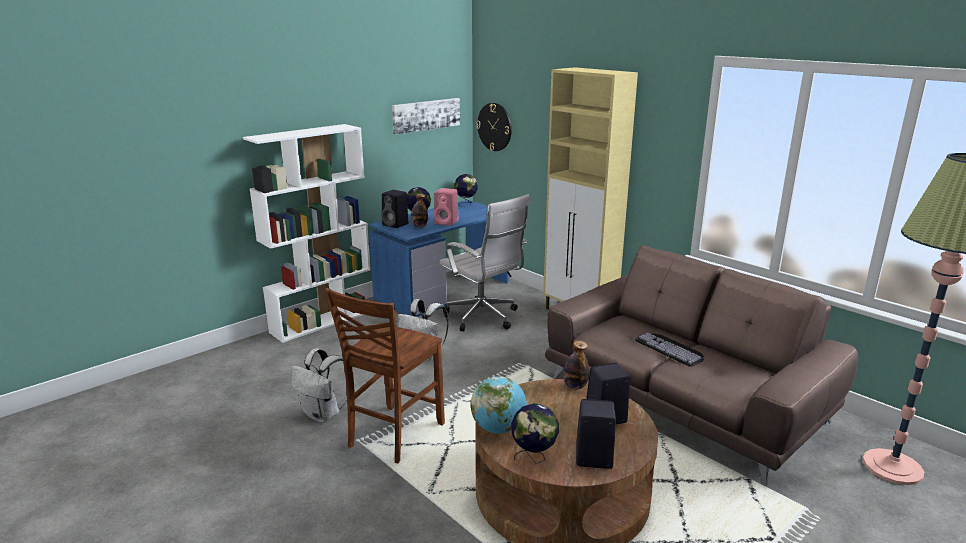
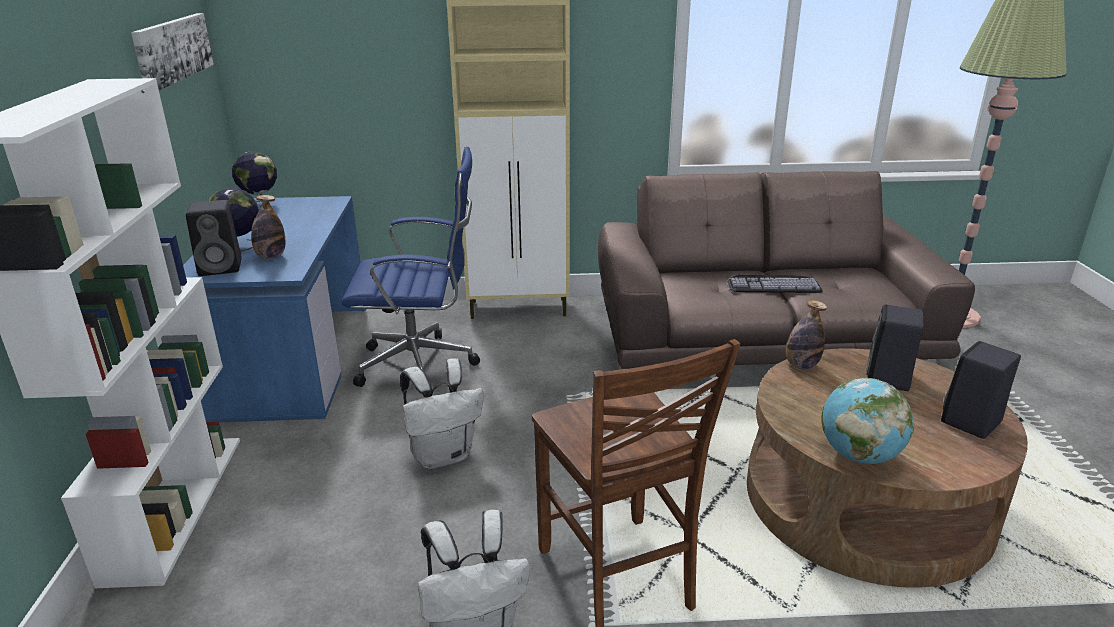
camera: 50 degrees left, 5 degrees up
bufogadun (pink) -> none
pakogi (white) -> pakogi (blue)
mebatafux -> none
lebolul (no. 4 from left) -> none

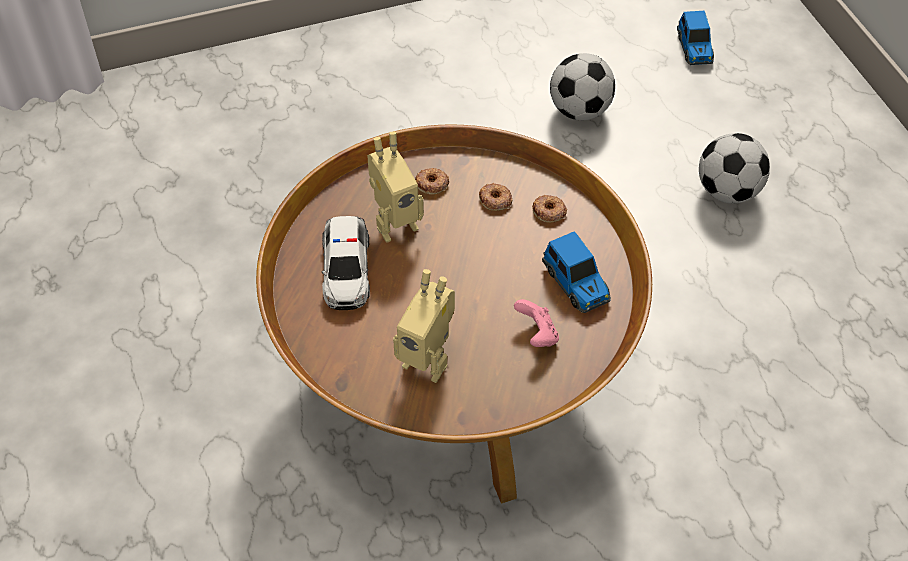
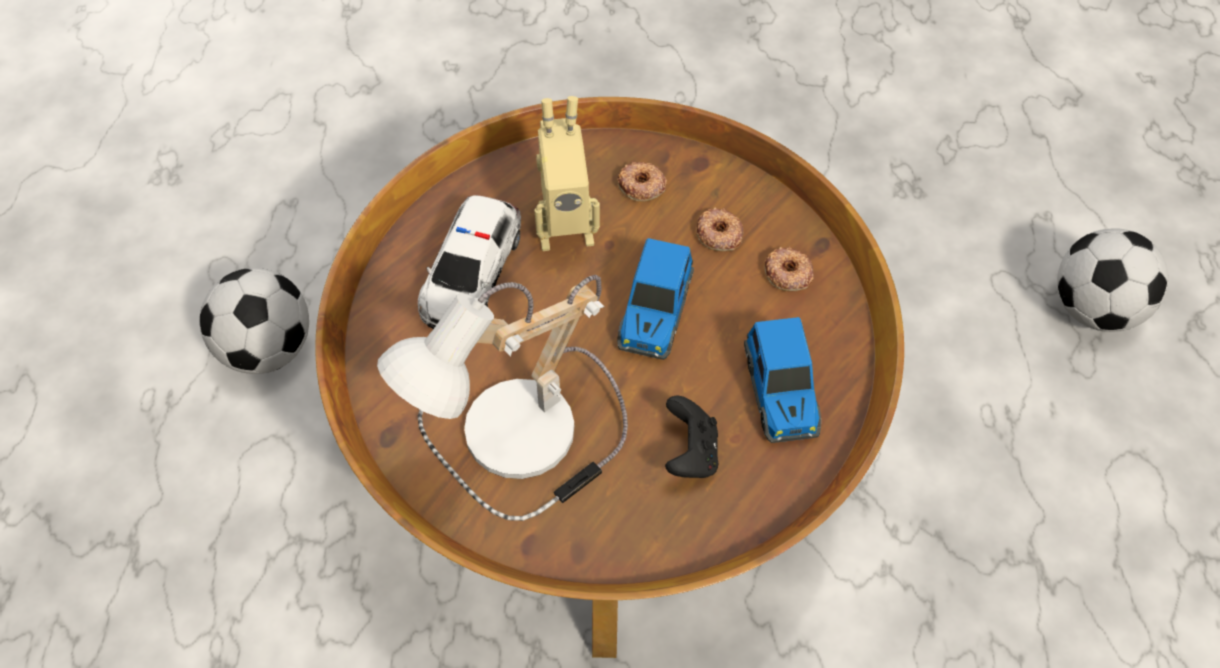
camera: 20 degrees right, 5 degrees up
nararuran (no. 2 from left) -> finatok
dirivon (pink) -> dirivon (black)
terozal (no. 1 from left), shifted
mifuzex (no. 3 from left in the first image) -> mifuzex (no. 2 from left), shifted

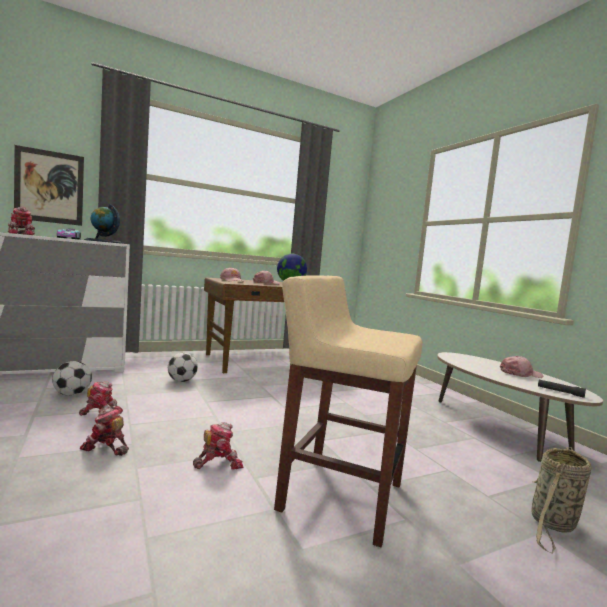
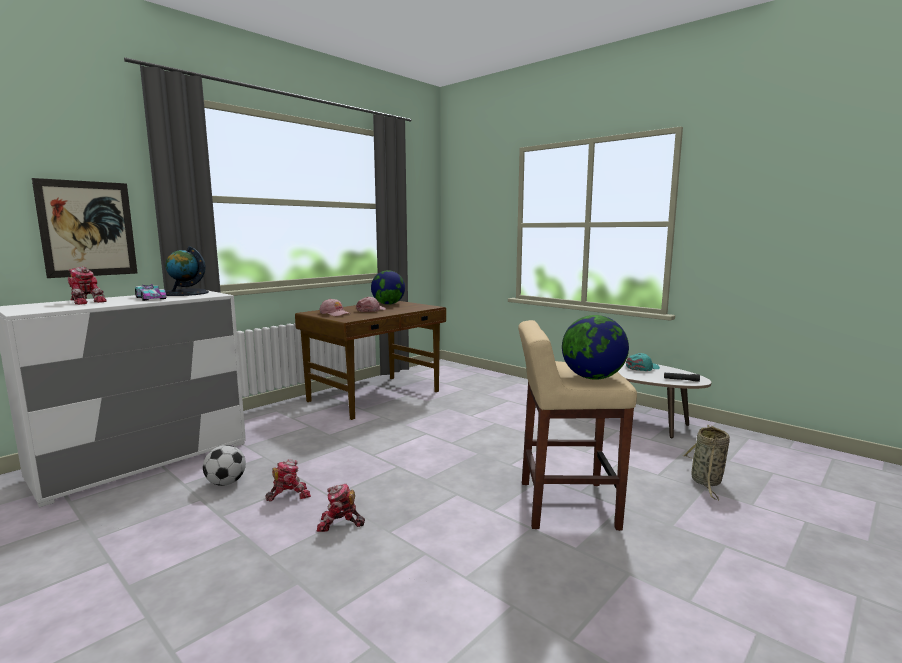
camera: 20 degrees left, 5 degrees up
terozal (no. 2 from left) -> none
nararuran (no. 4 from left) -> none
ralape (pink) (no. 3 from left) -> ralape (turquoise)
none -> lebolul (no. 3 from left)

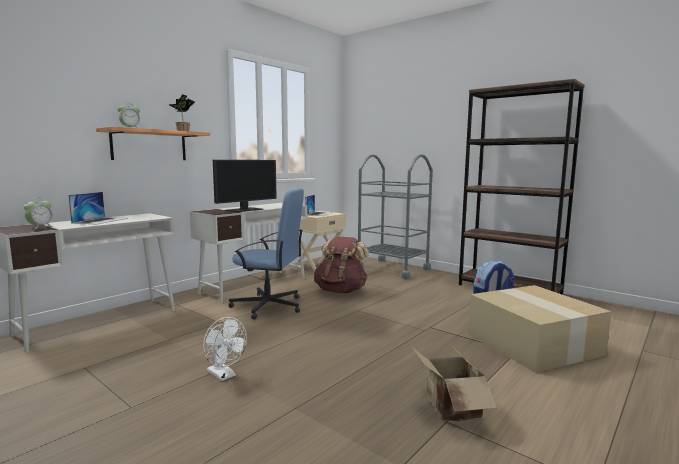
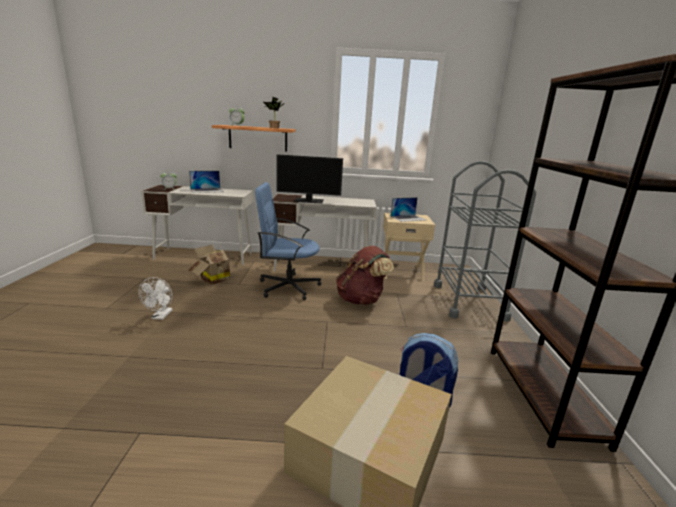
camera: 50 degrees right, 10 degrees up
pakogi (blue), 120 degrees clockwise
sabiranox (no. 1 from left), shifted

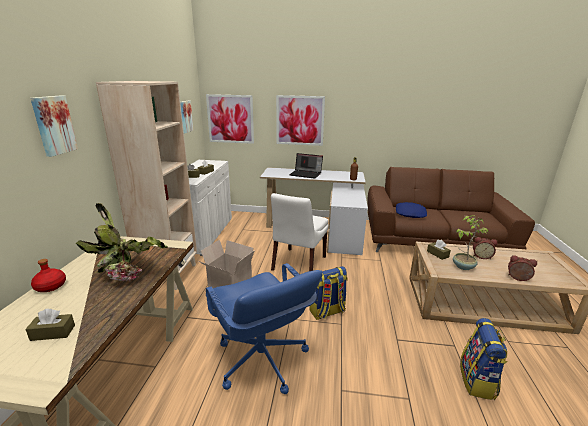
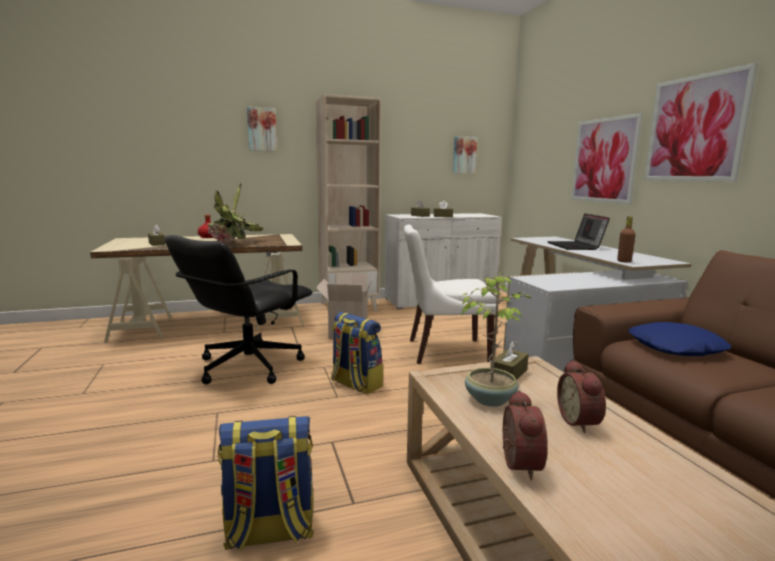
camera: 65 degrees right, 10 degrees down
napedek (no. 3 from left in the first image) -> napedek (no. 4 from left), shifted
pakogi (blue) -> pakogi (black)

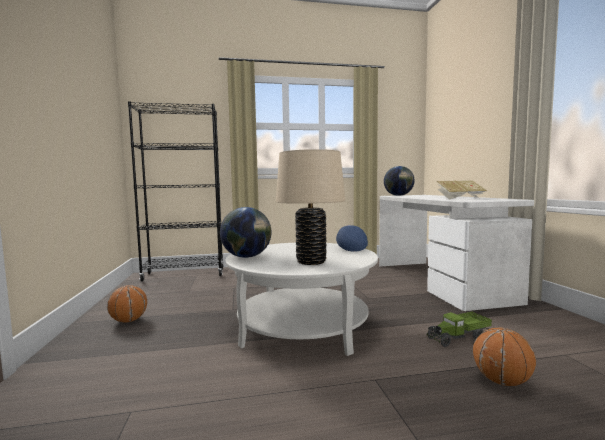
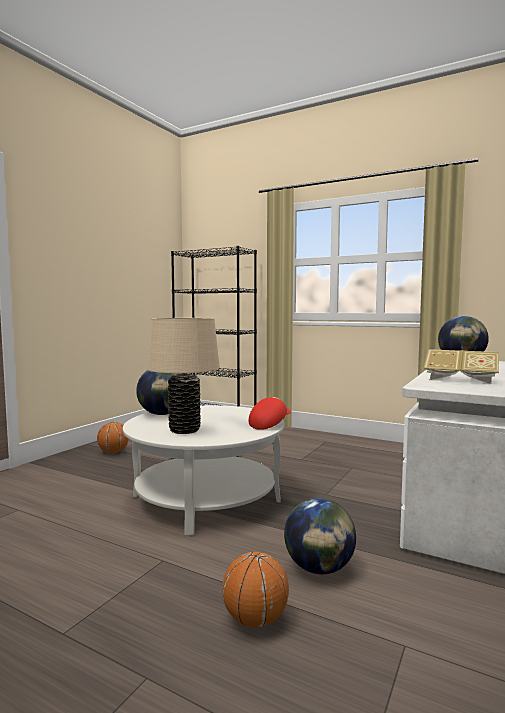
camera: 40 degrees right, 0 degrees up
ralape (blue) -> ralape (red)
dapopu -> lebolul (no. 2 from left)

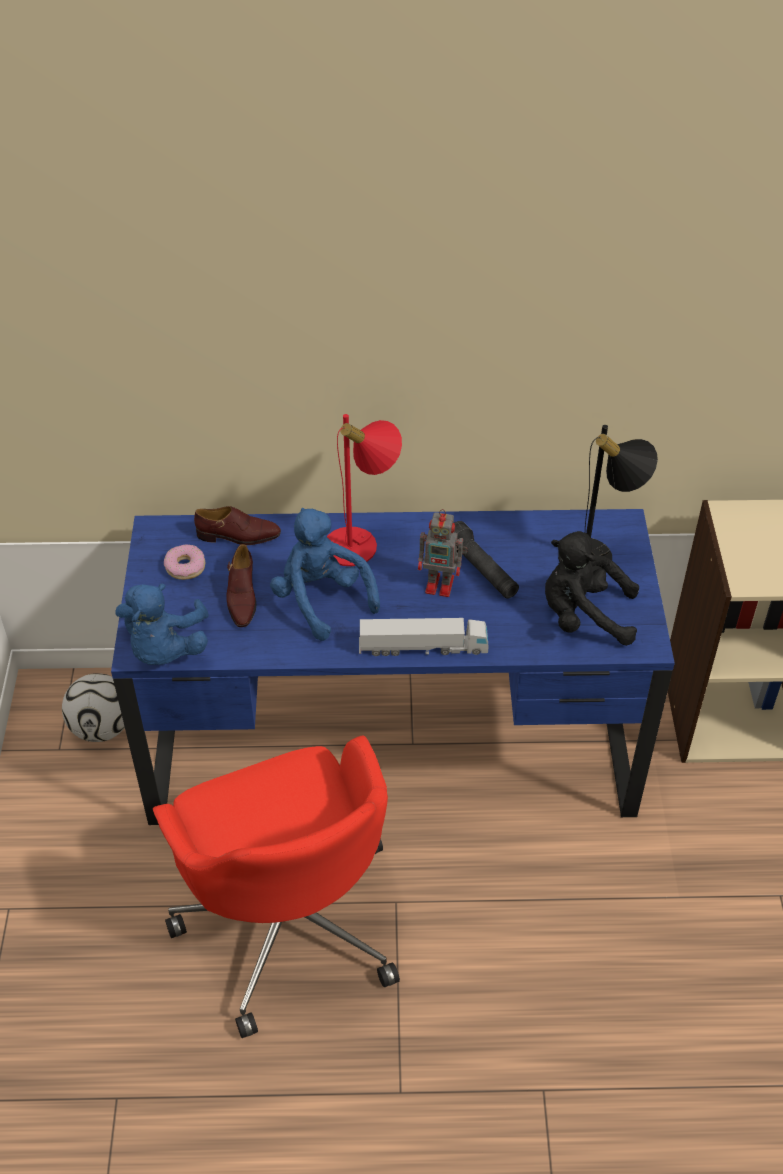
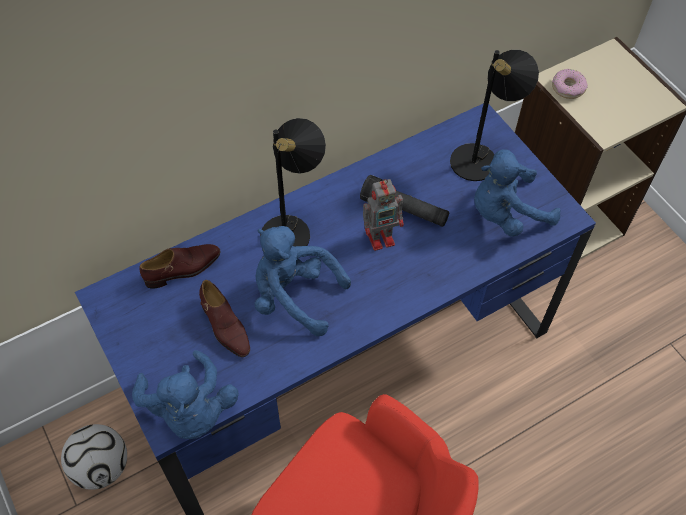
camera: 30 degrees left, 10 degrees up
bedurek, shifted
finatok (red) -> finatok (black) (no. 1 from left)
dapopu -> none
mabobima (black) -> mabobima (blue) (no. 3 from left)

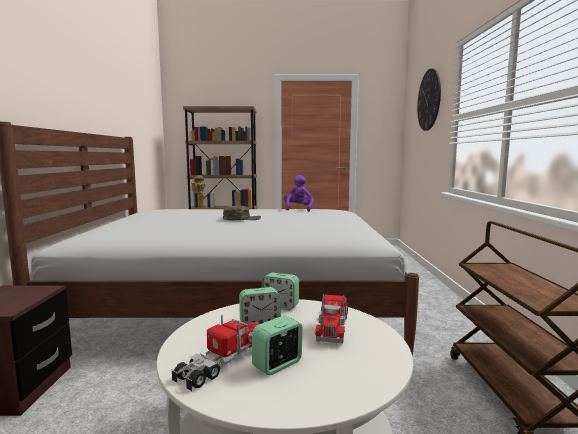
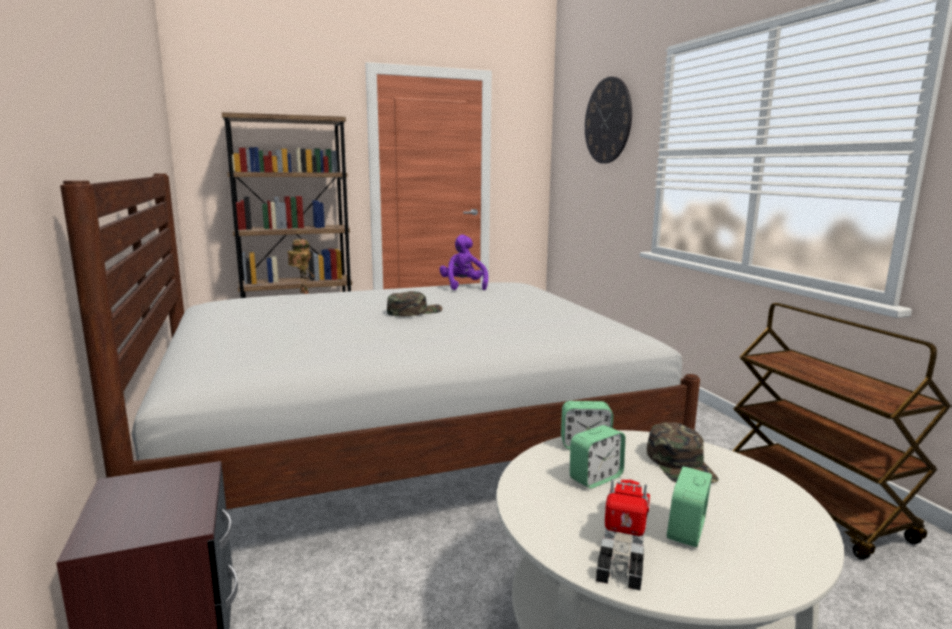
camera: 20 degrees left, 5 degrees up
dapopu (no. 2 from left) -> ralape (green) (no. 2 from left)

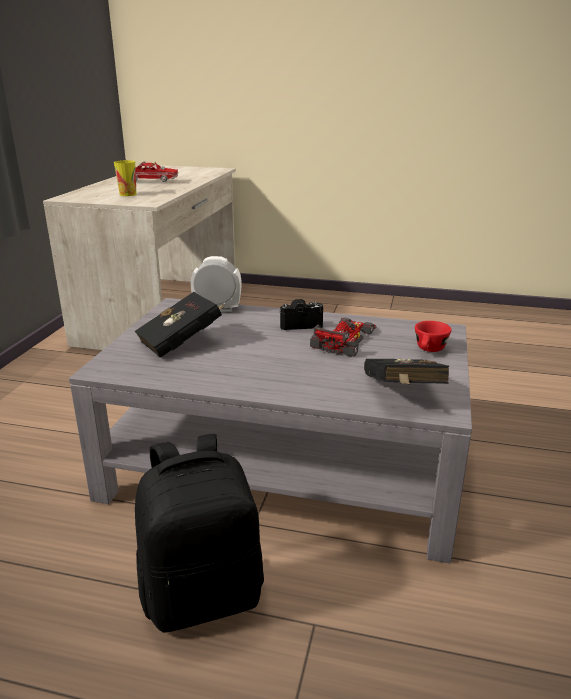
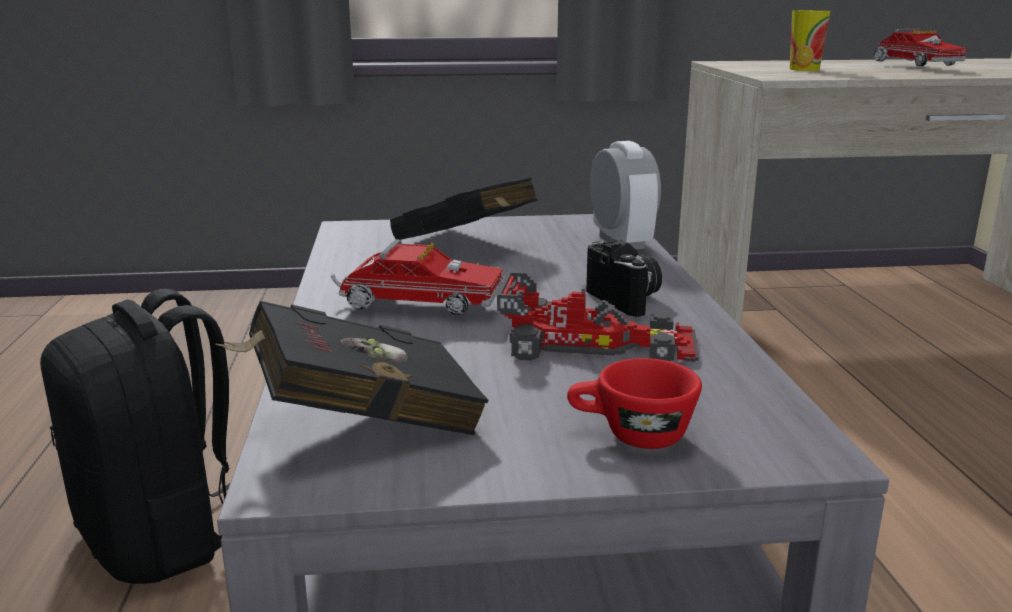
camera: 70 degrees right, 5 degrees down
none -> dapopu (no. 1 from left)

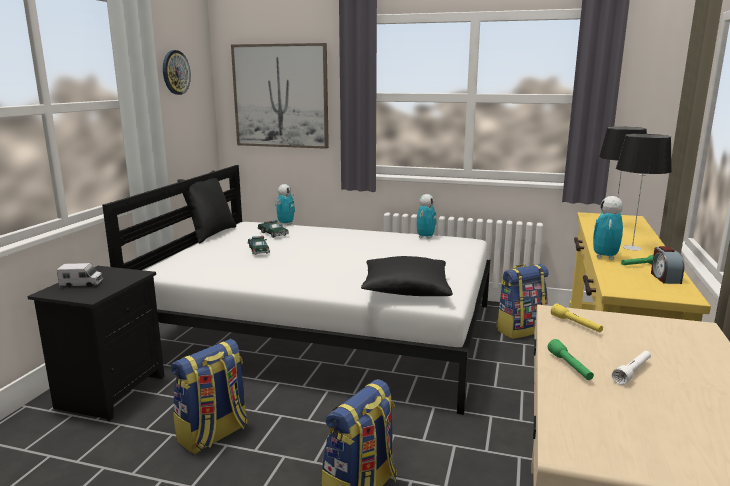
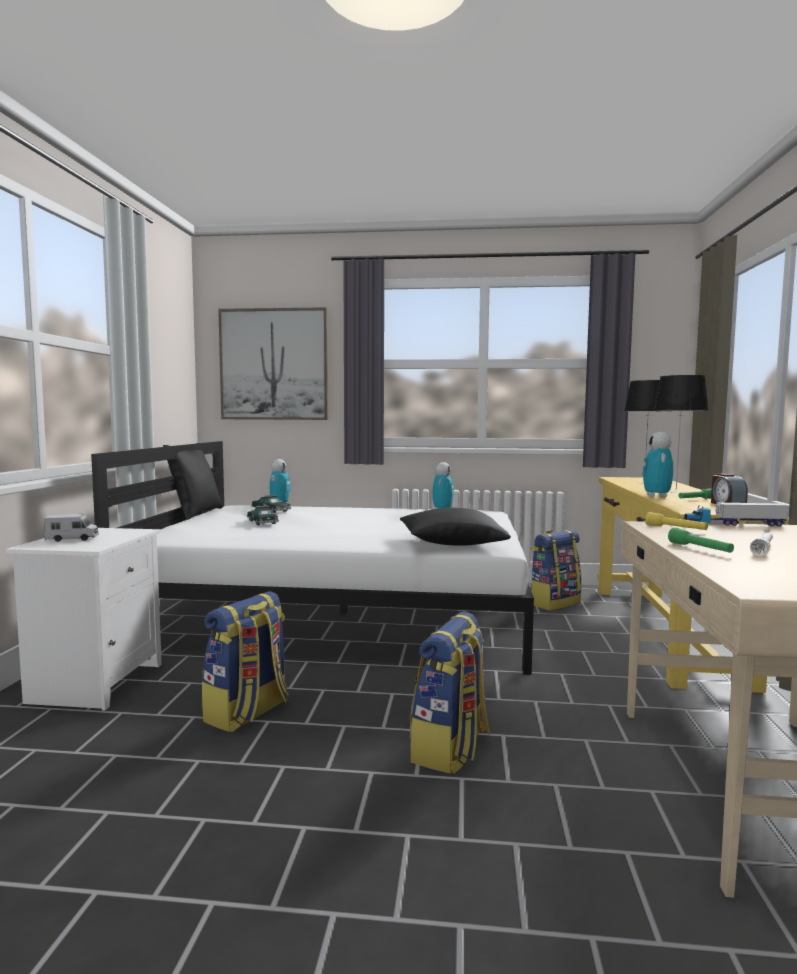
camera: 10 degrees left, 10 degrees down
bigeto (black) -> bigeto (white)
mebatafux -> none
none -> dapopu (no. 2 from left)

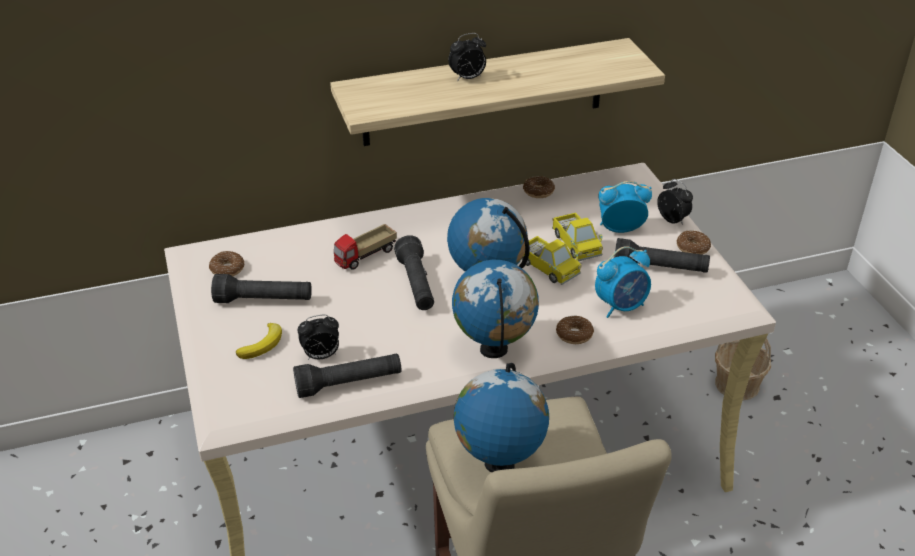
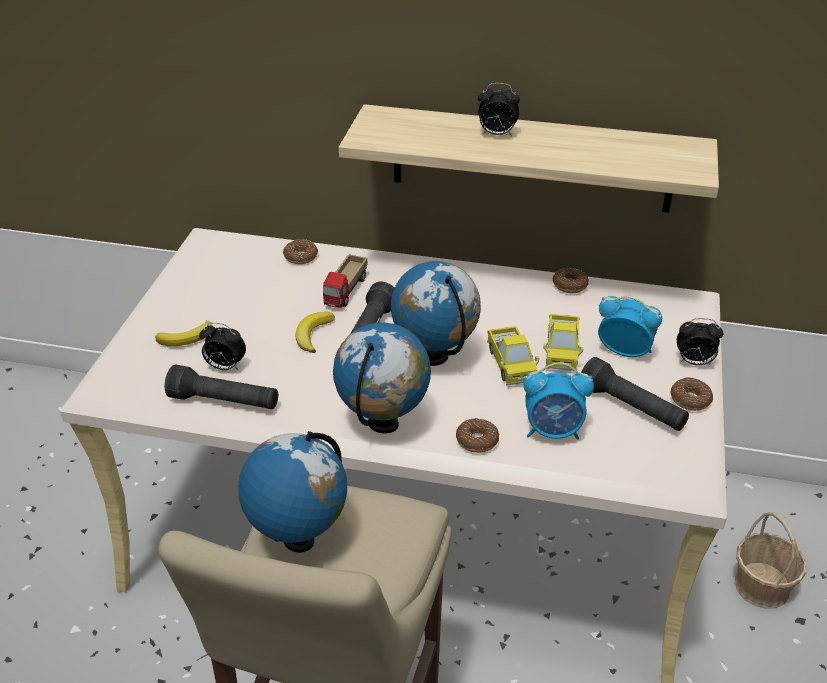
camera: 30 degrees right, 0 degrees up
bedurek (no. 1 from left), shifted
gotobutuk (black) (no. 1 from left) -> none
dapopu (no. 1 from left), 60 degrees counterclockwise
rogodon (no. 5 from left), 105 degrees clockwise
none -> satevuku (no. 2 from left)

